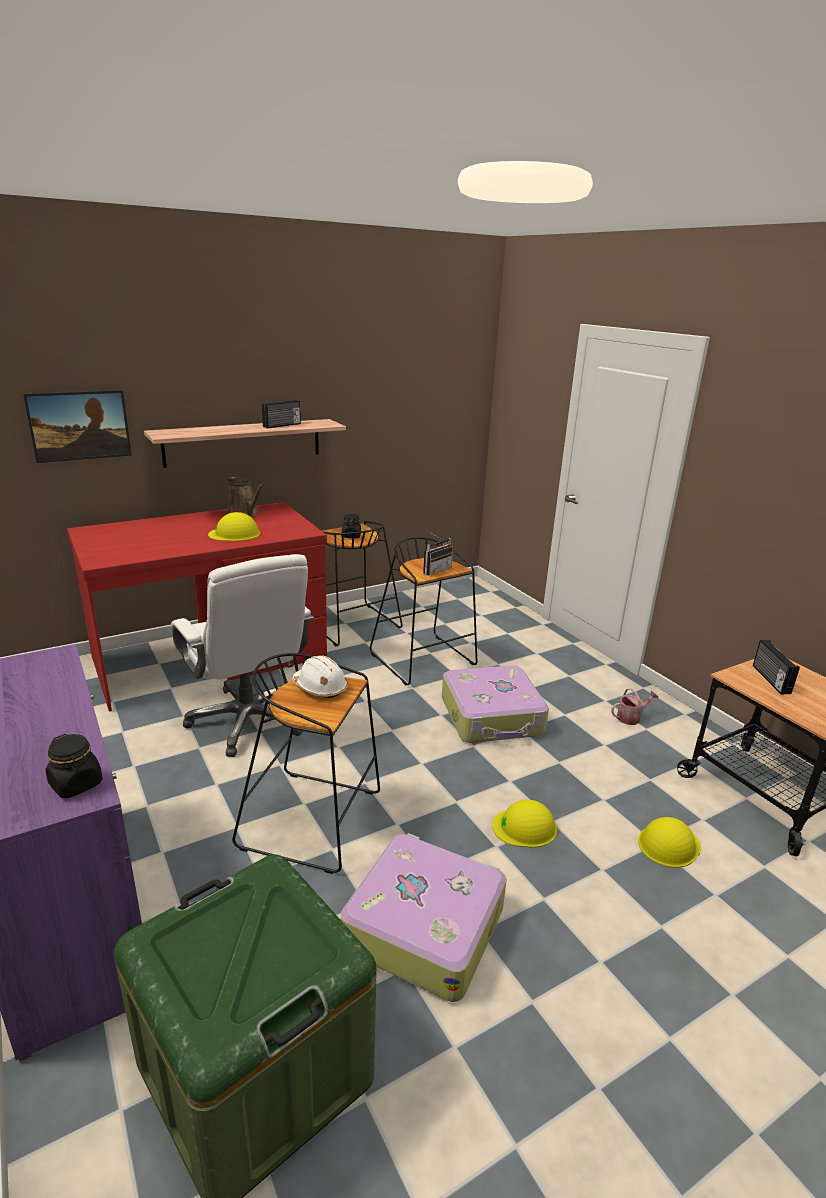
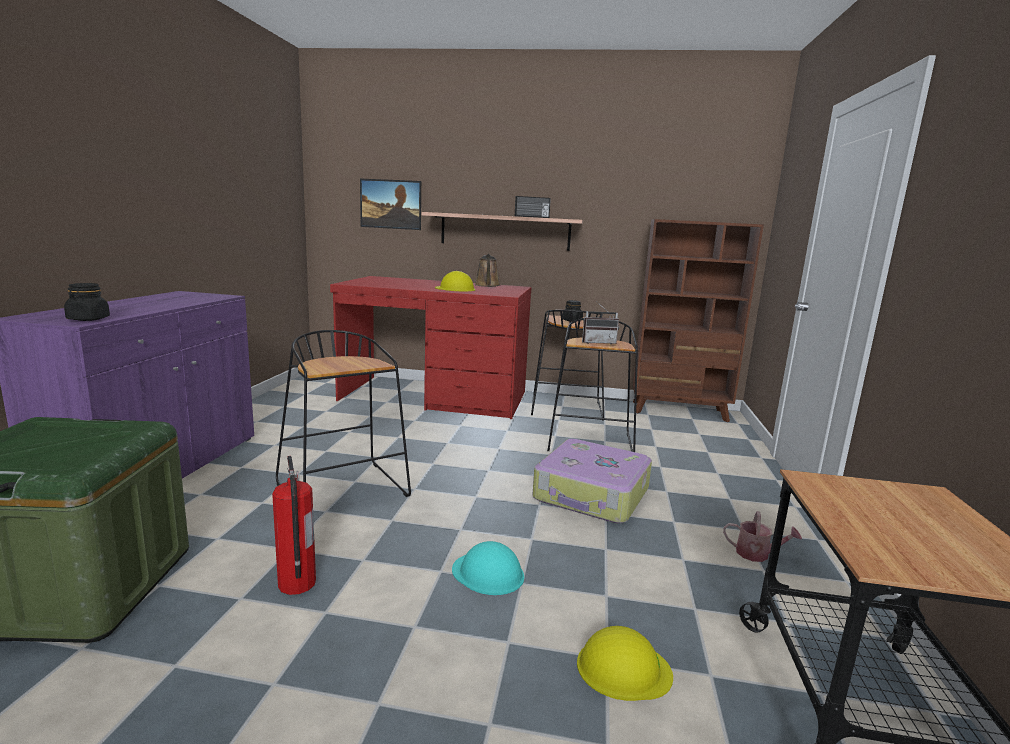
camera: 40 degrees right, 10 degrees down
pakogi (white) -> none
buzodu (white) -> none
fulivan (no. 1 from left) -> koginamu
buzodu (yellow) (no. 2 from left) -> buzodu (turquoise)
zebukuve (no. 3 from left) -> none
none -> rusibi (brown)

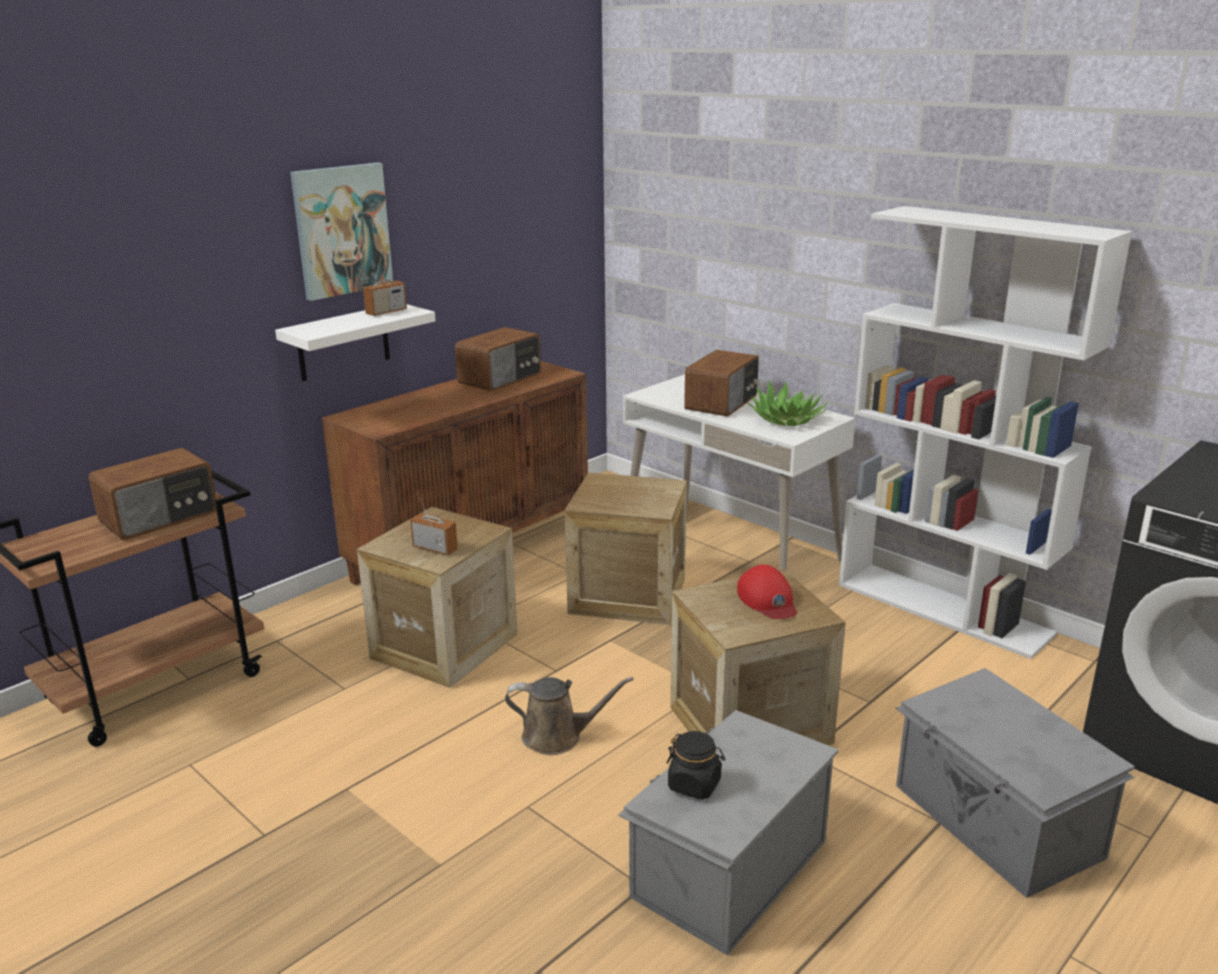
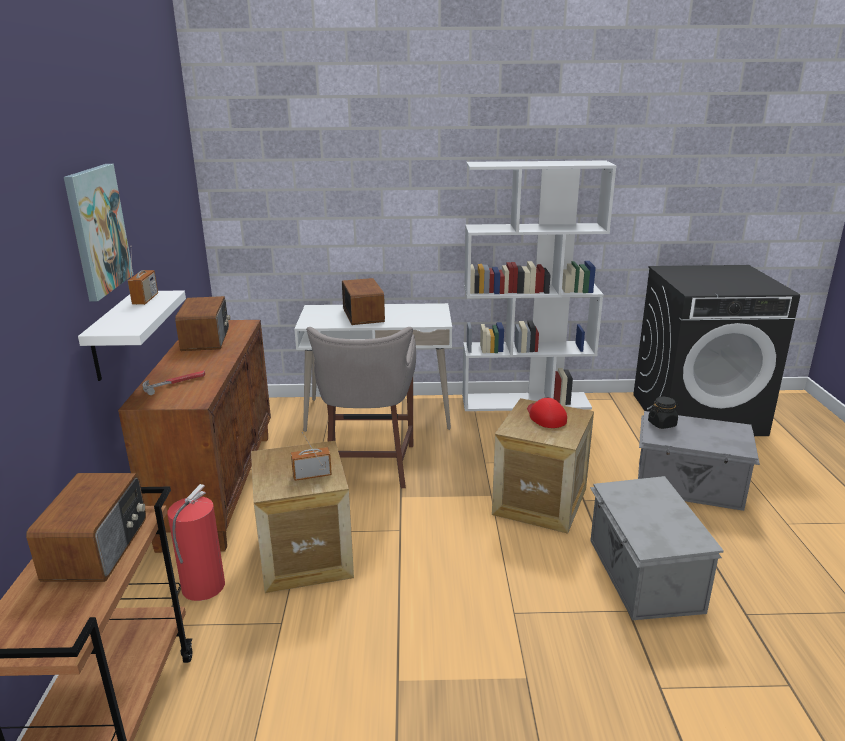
camera: 45 degrees left, 0 degrees up
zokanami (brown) -> none
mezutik (no. 2 from left) -> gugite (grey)
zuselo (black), shifted
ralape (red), 135 degrees counterclockwise
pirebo -> none
none -> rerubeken
none -> koginamu

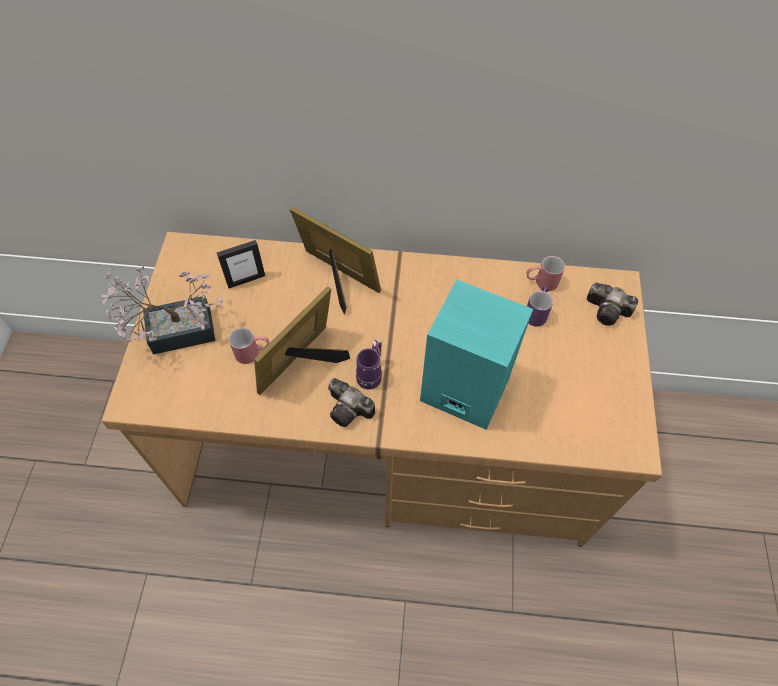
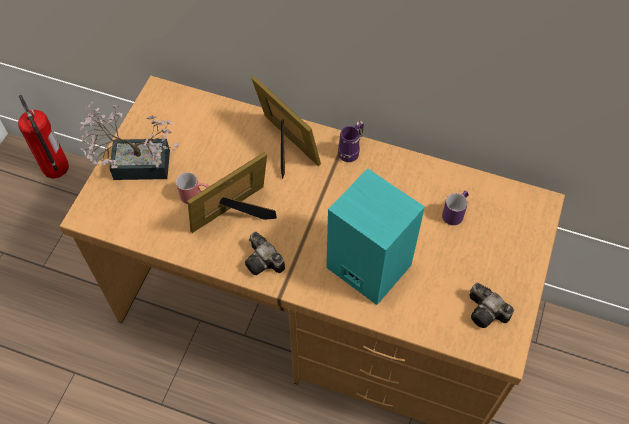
camera: 15 degrees right, 0 degrees up
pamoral (no. 1 from left) -> none
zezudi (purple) (no. 1 from left), shifted
zezudi (red) (no. 2 from left) -> none
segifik (no. 2 from left), shifted
none -> koginamu

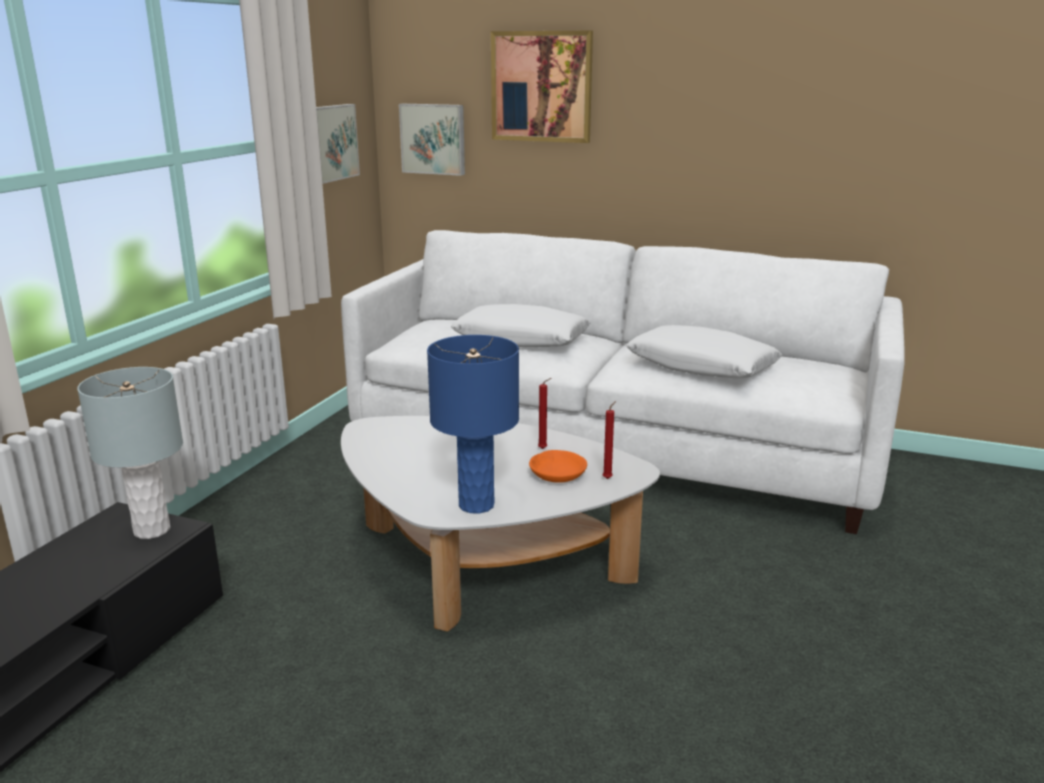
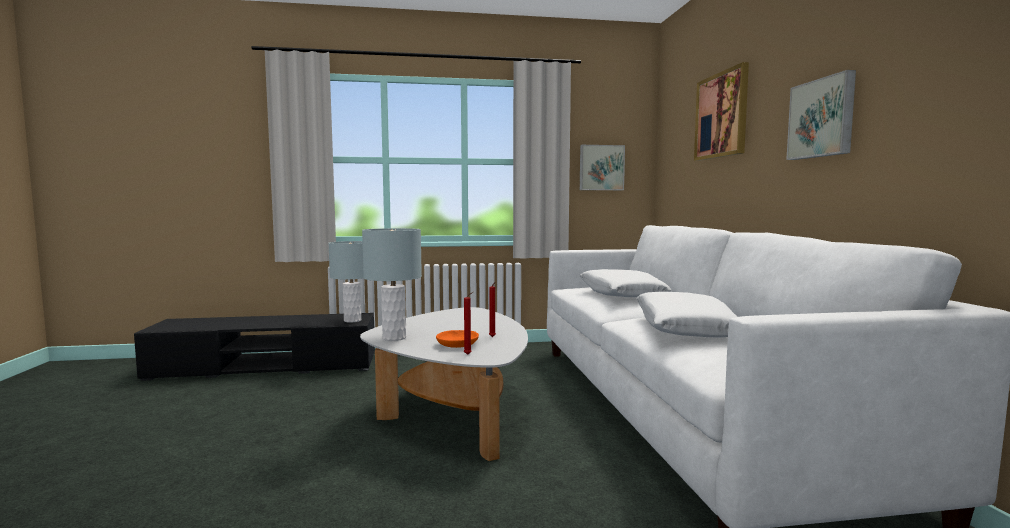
camera: 60 degrees right, 15 degrees down
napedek (no. 2 from left in the first image) -> napedek (no. 3 from left), shifted
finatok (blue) -> finatok (grey) (no. 2 from left)

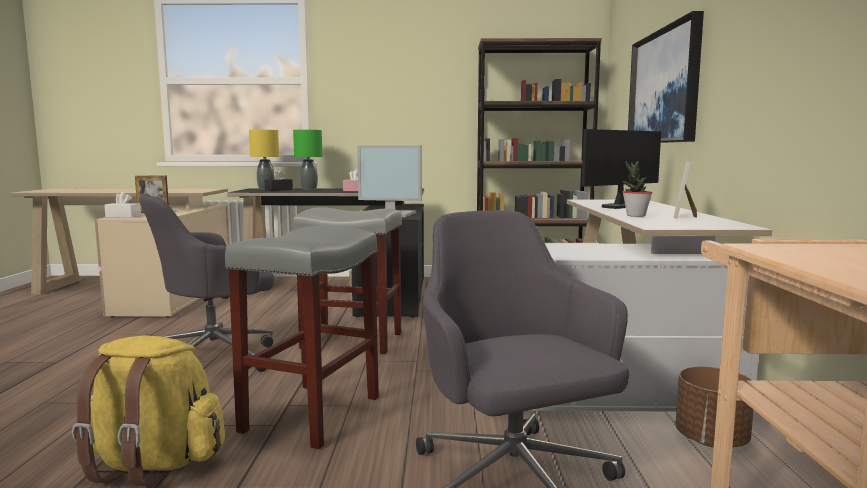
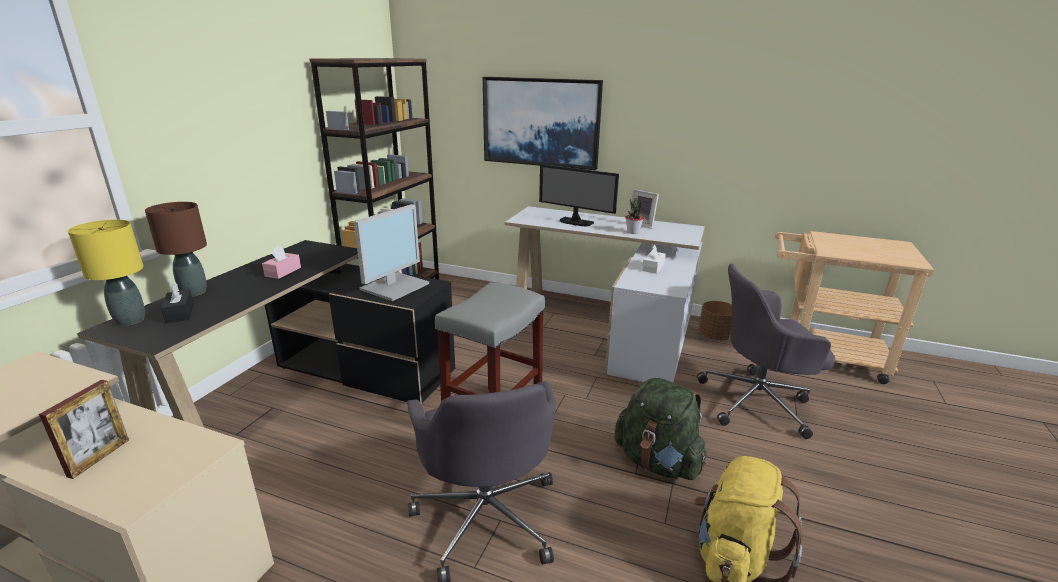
camera: 70 degrees left, 15 degrees up
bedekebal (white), shifted
gugite (grey) (no. 1 from left) -> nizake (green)
finatok (green) -> finatok (brown)
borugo (no. 2 from left), 45 degrees counterclockwise

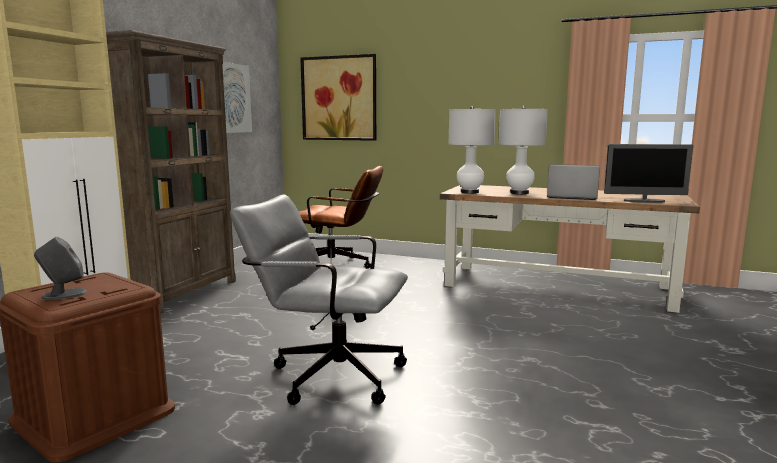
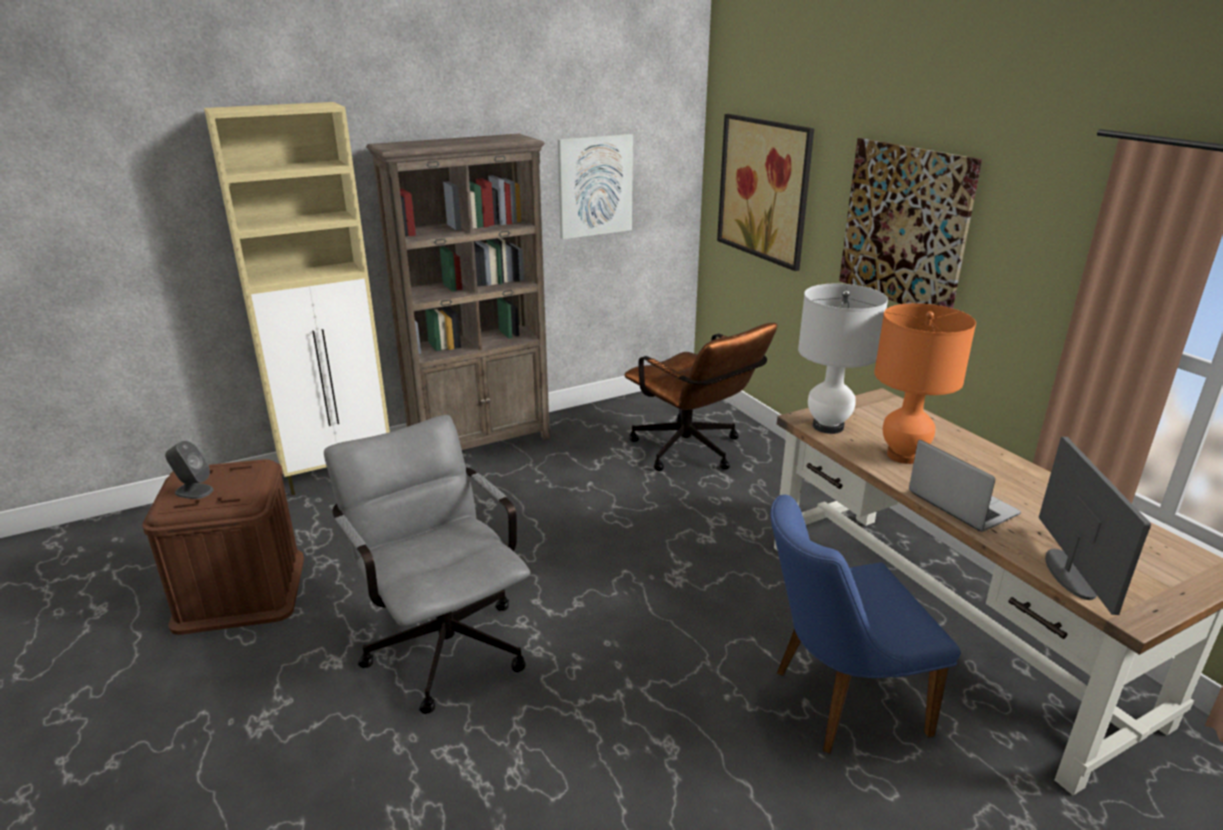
camera: 40 degrees right, 15 degrees up
finatok (white) (no. 2 from left) -> finatok (orange)
borugo, 135 degrees counterclockwise
none -> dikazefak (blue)
none -> napedek (no. 3 from left)

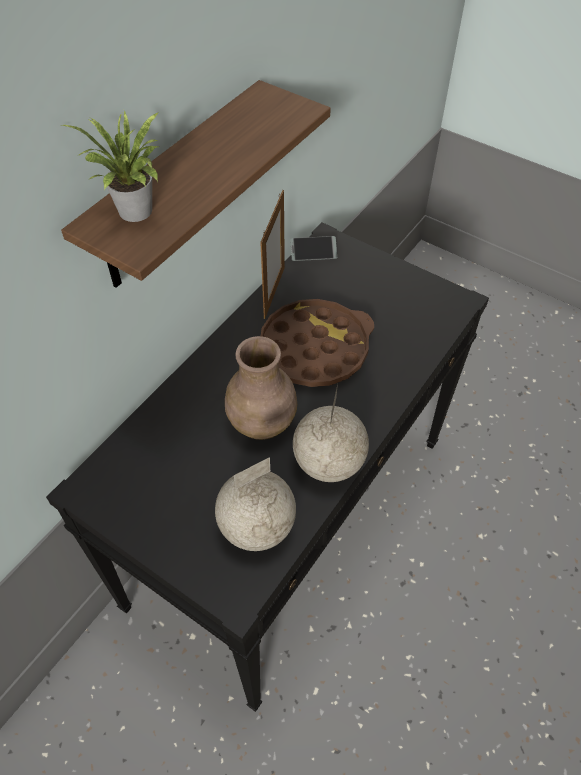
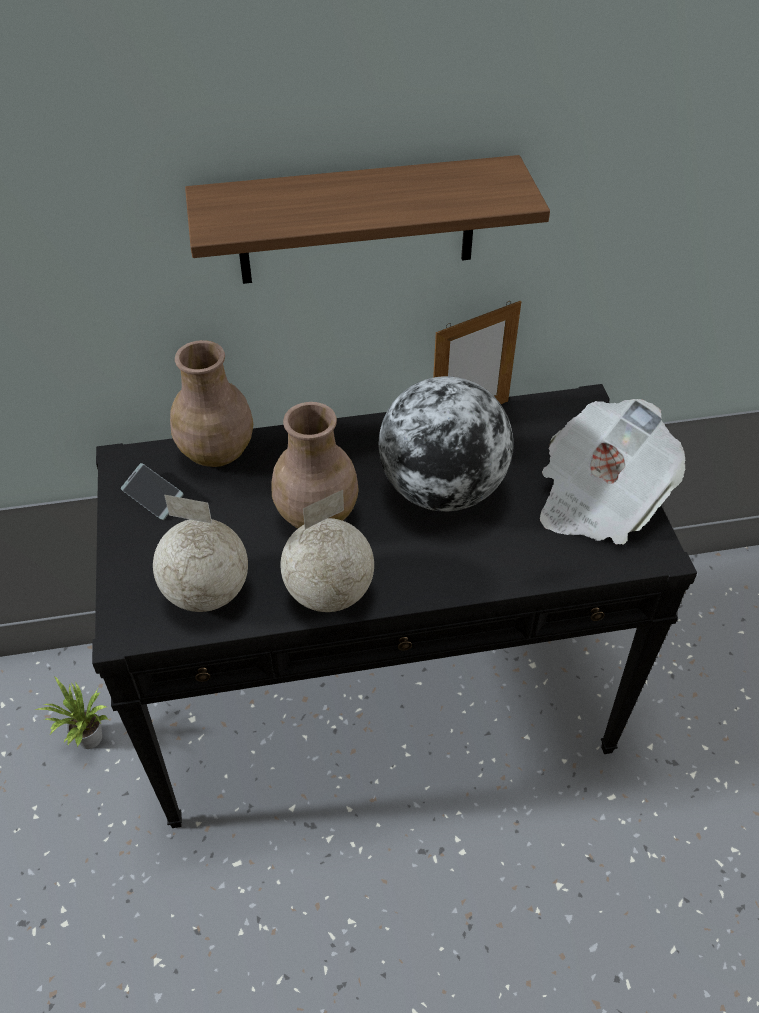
camera: 45 degrees right, 5 degrees down
pirebo, shifted
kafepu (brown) -> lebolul (no. 3 from left)
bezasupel, shifted
none -> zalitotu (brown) (no. 1 from left)
none -> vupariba

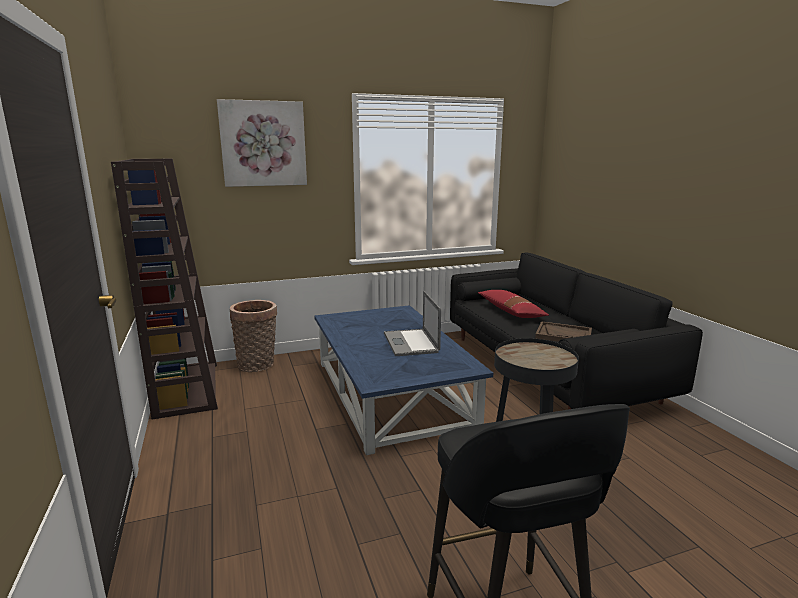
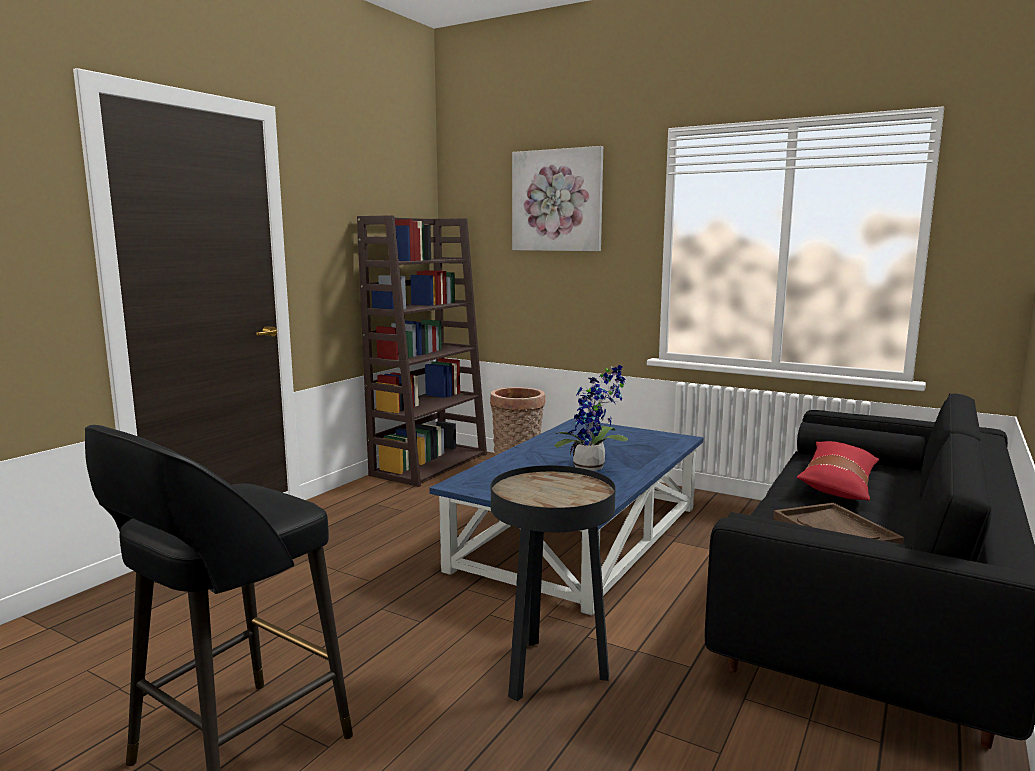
camera: 50 degrees right, 5 degrees down
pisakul -> pirebo

